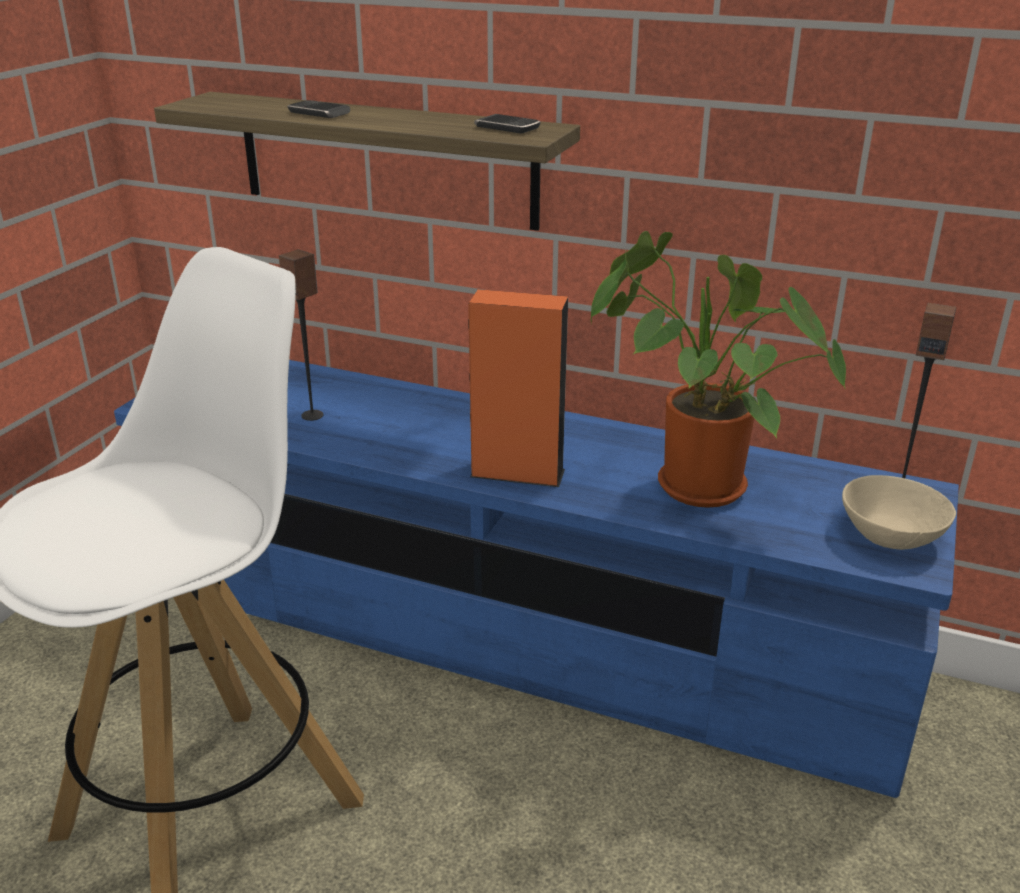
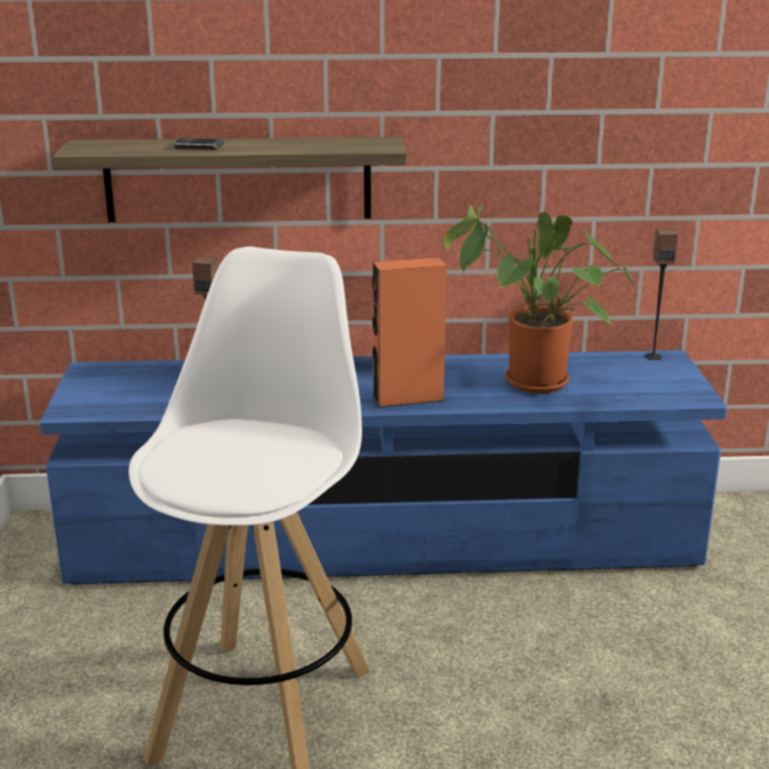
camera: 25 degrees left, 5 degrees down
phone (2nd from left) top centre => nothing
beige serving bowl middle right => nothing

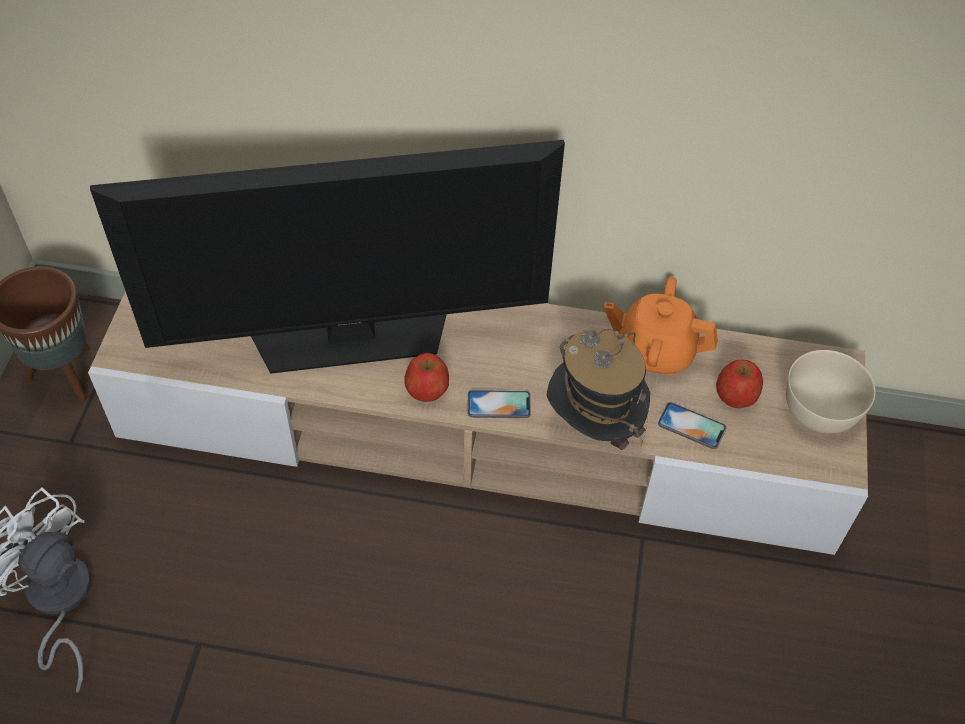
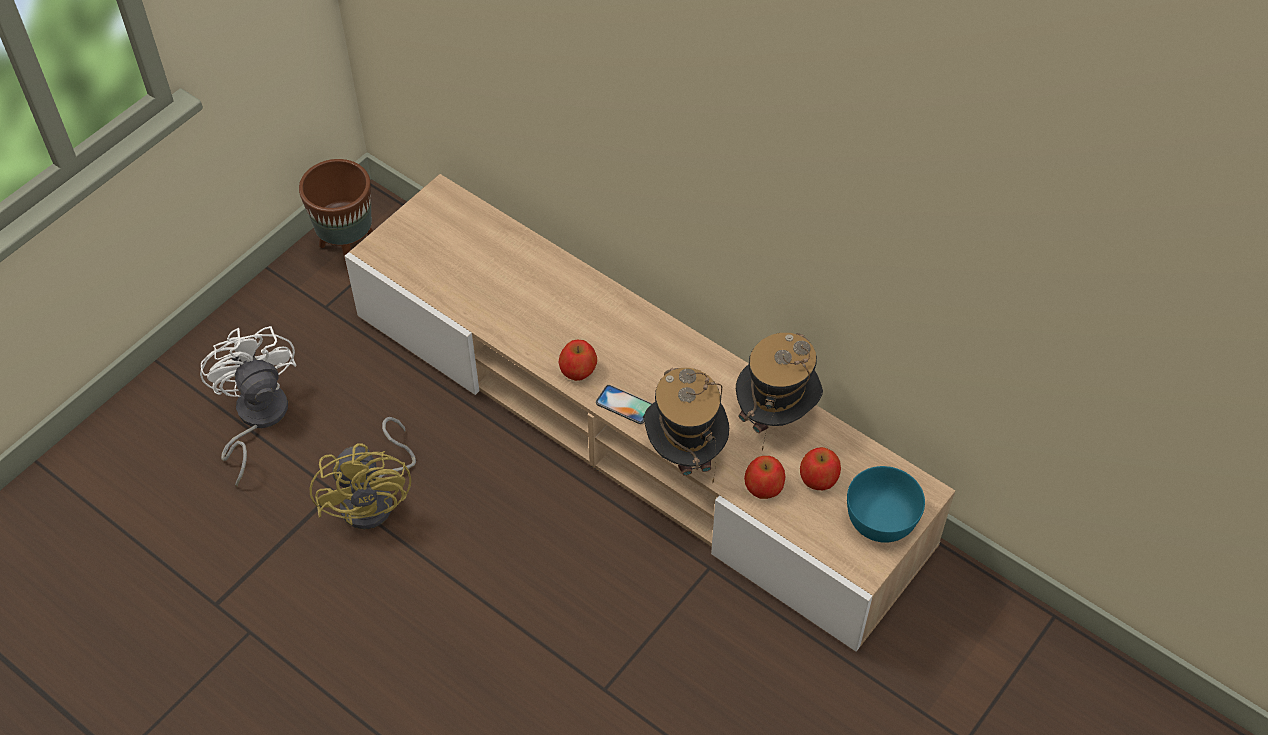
camera: 30 degrees right, 0 degrees up
nothing => yellow cooling fan middle left
orange-coloured tea pot middle right => wearable hat (2nd from left) centre
phone (2nd from left) middle right => apple fruit (2nd from left) centre
beige serving bowl middle right => blue-green serving bowl bottom right
television centre => nothing

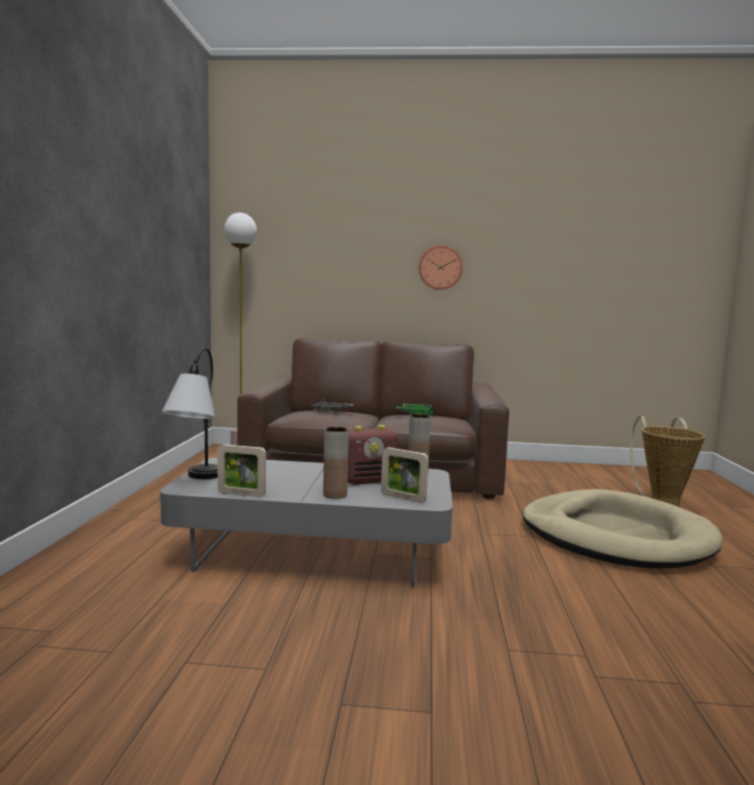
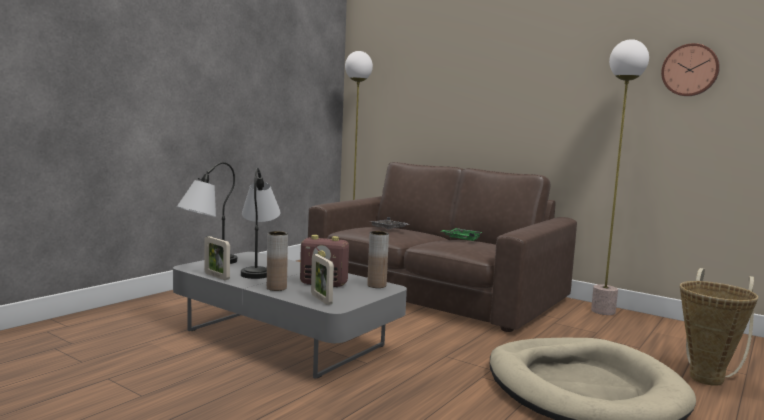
camera: 30 degrees right, 0 degrees up
nothing => tabletop lamp (2nd from left) centre
nothing => standing lamp (2nd from left) middle right
hanging clock centre => hanging clock top right, move

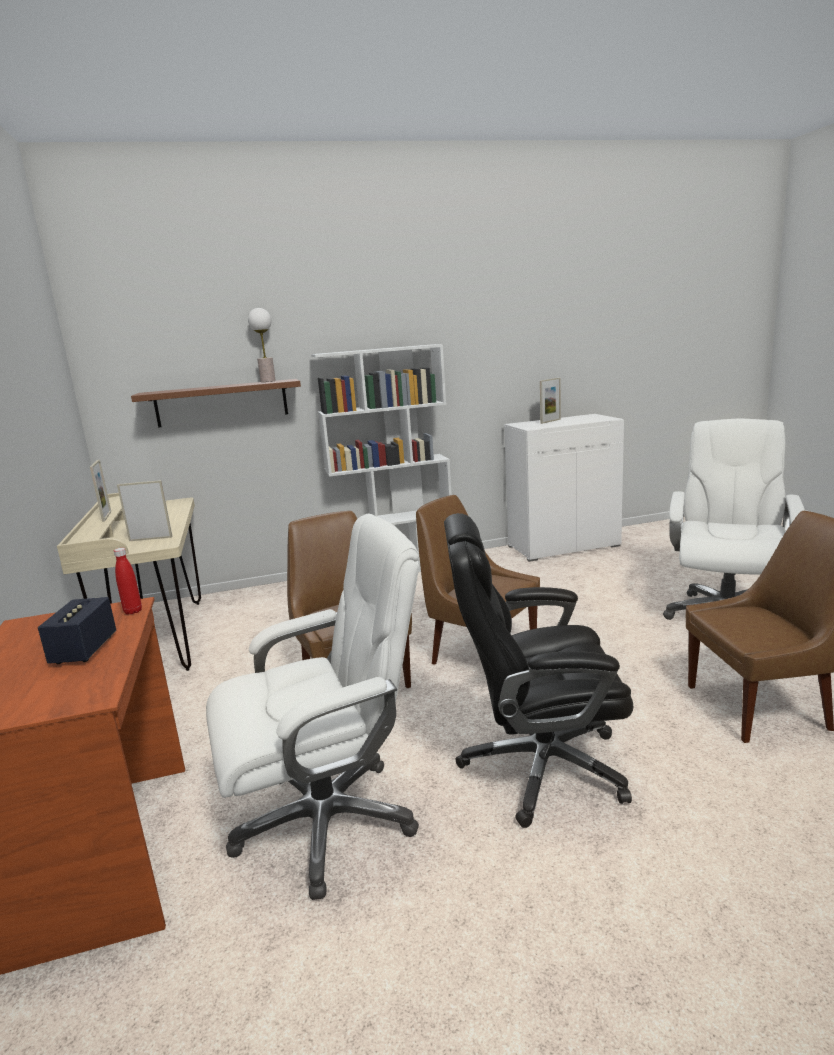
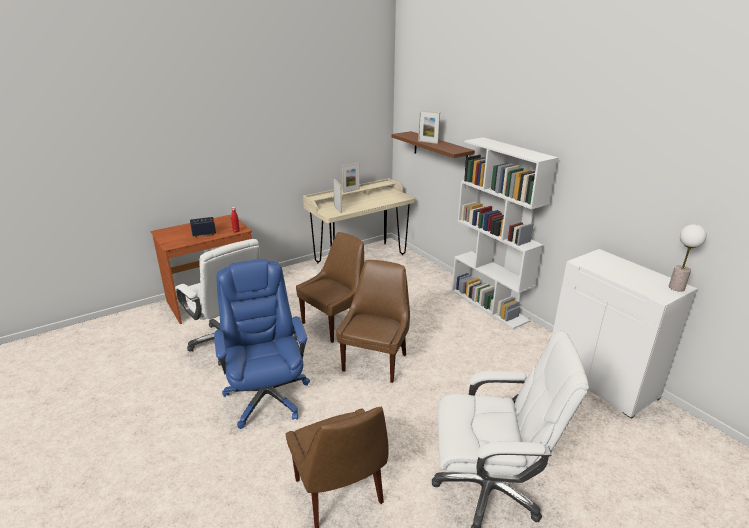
camera: 70 degrees right, 10 degrees up
black office chair centre => blue office chair centre
picture frame (3rd from left) centre => picture frame (3rd from left) top centre, move
tabletop lamp top left => tabletop lamp middle right, move

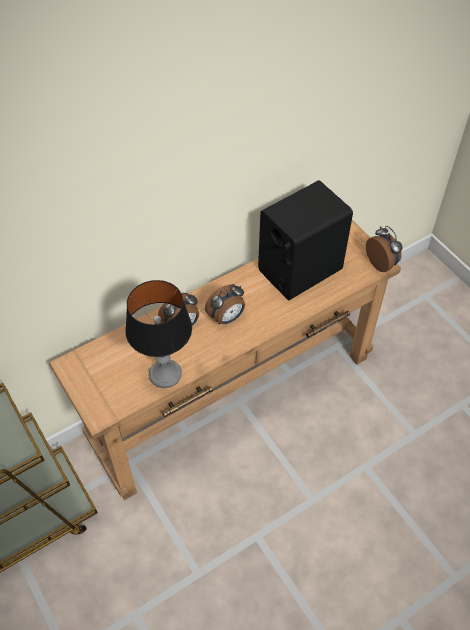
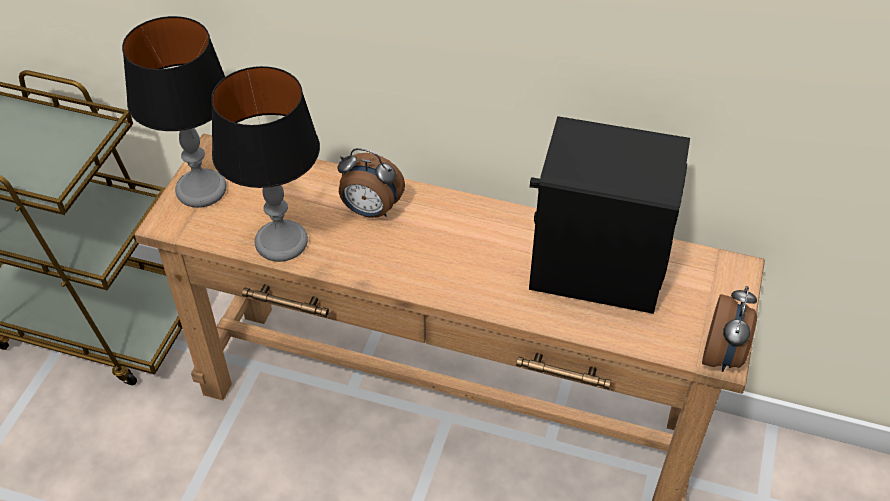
camera: 50 degrees right, 5 degrees down
nothing => tabletop lamp (1st from left) top left
table clock (2nd from left) centre => nothing

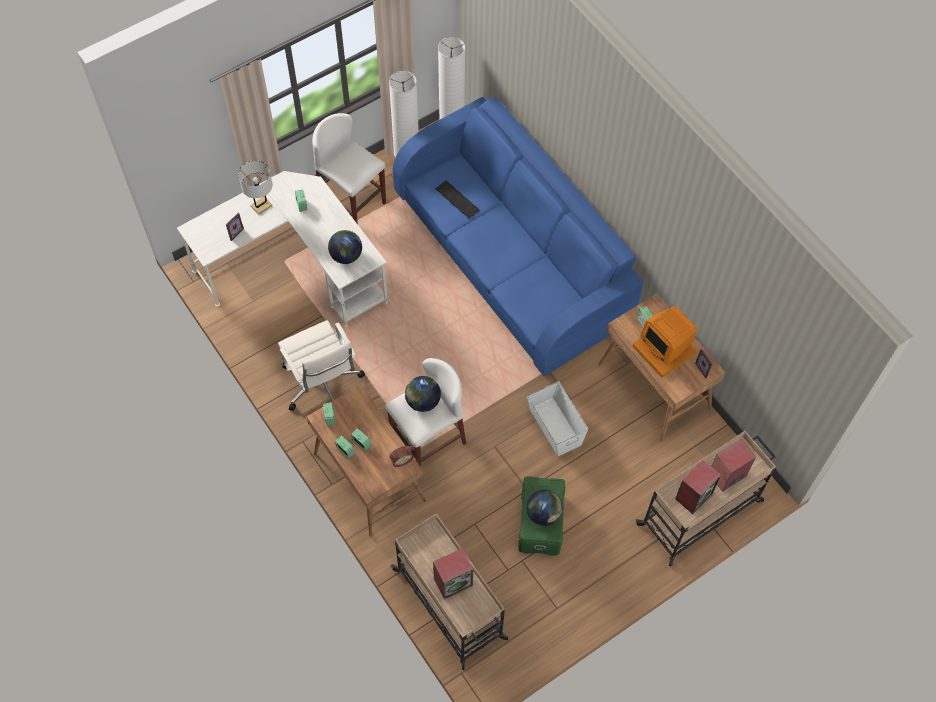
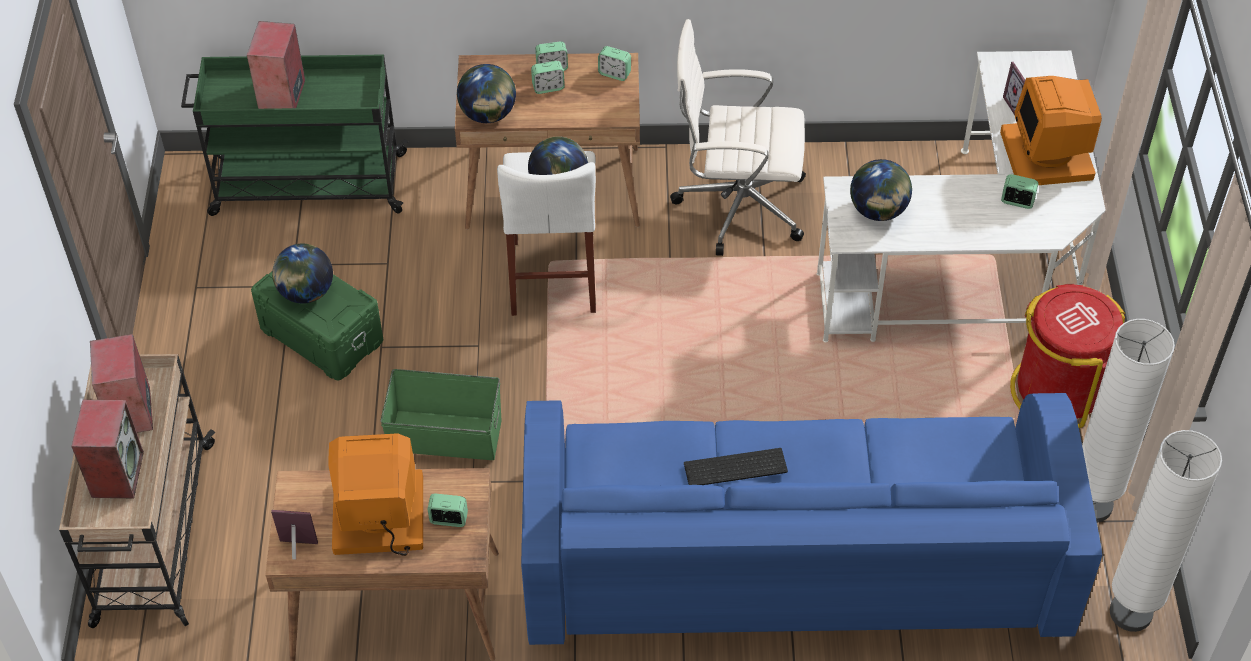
camera: 125 degrees right, 10 degrees down
beige wheeled cart (1st from left) bottom centre => green-coloured wheeled cart top left
white-coloured storage container centre => green-coloured storage container (2nd from left) centre
table clock (5th from left) centre => globe (2nd from left) top centre
PC keyboard top centre => PC keyboard bottom centre, move
white-coloured tabletop lamp top left => monitor (2nd from left) top right
white-coloured stool seat (1st from left) top centre => red trash can middle right

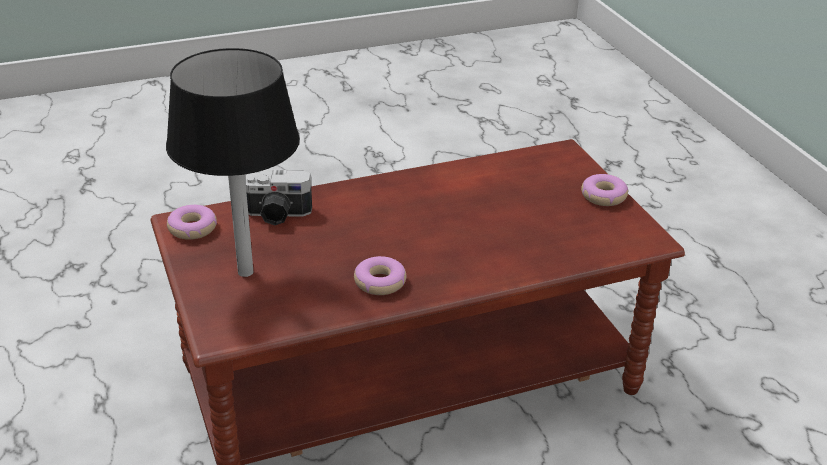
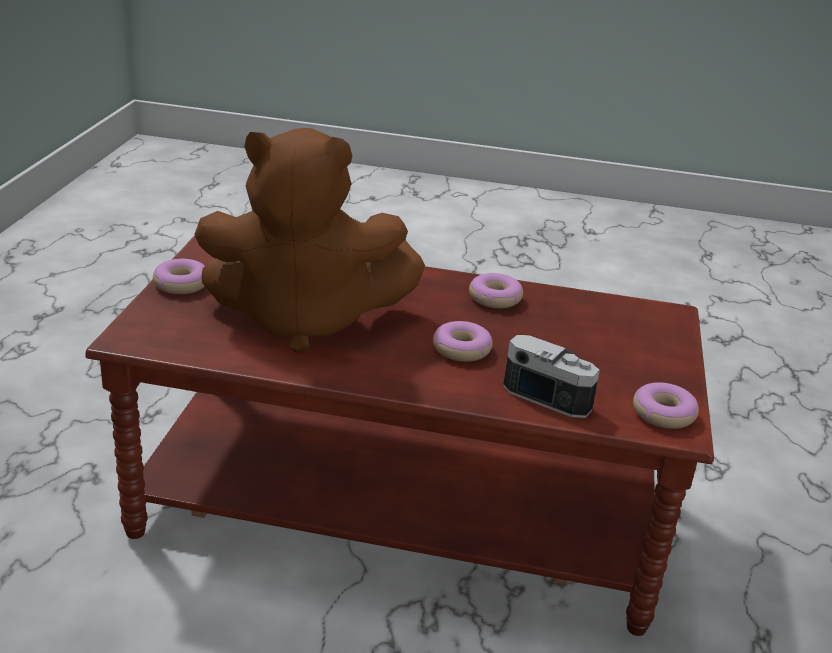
camera: 150 degrees left, 5 degrees down
nothing => brown soft toy centre
nothing => donut (2nd from left) centre
black tabletop lamp middle left => nothing

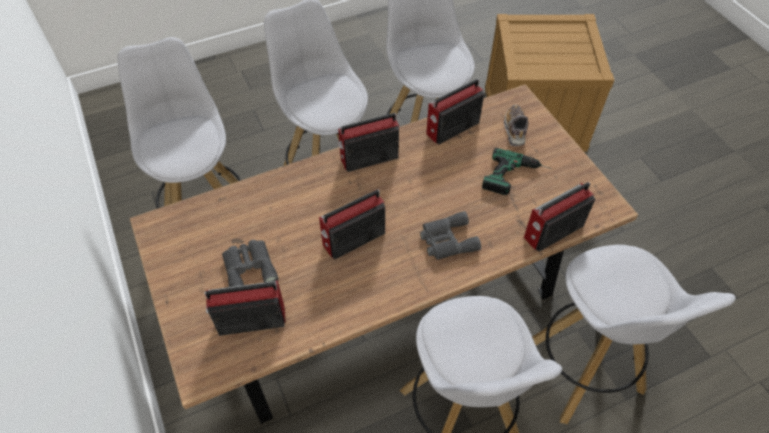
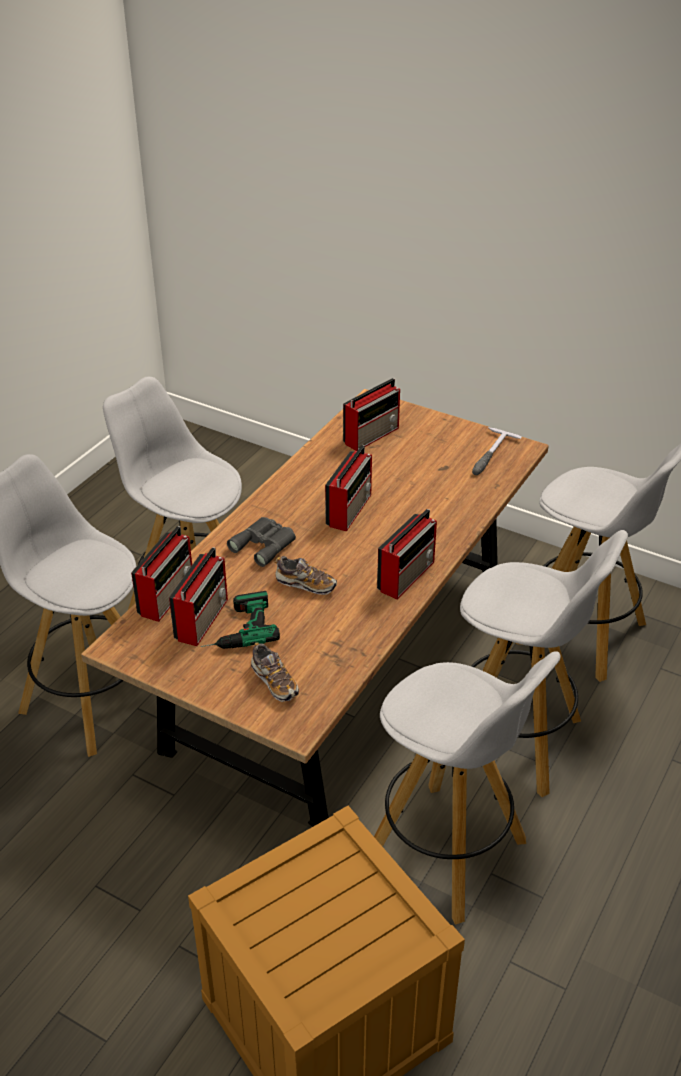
camera: 145 degrees right, 15 degrees down
radio receiver (4th from left in the first image) top centre => radio receiver (2nd from left) middle left, move
nothing => item of footwear (2nd from left) centre
nothing => hammer middle right
grey binoculars (1st from left) middle left => nothing

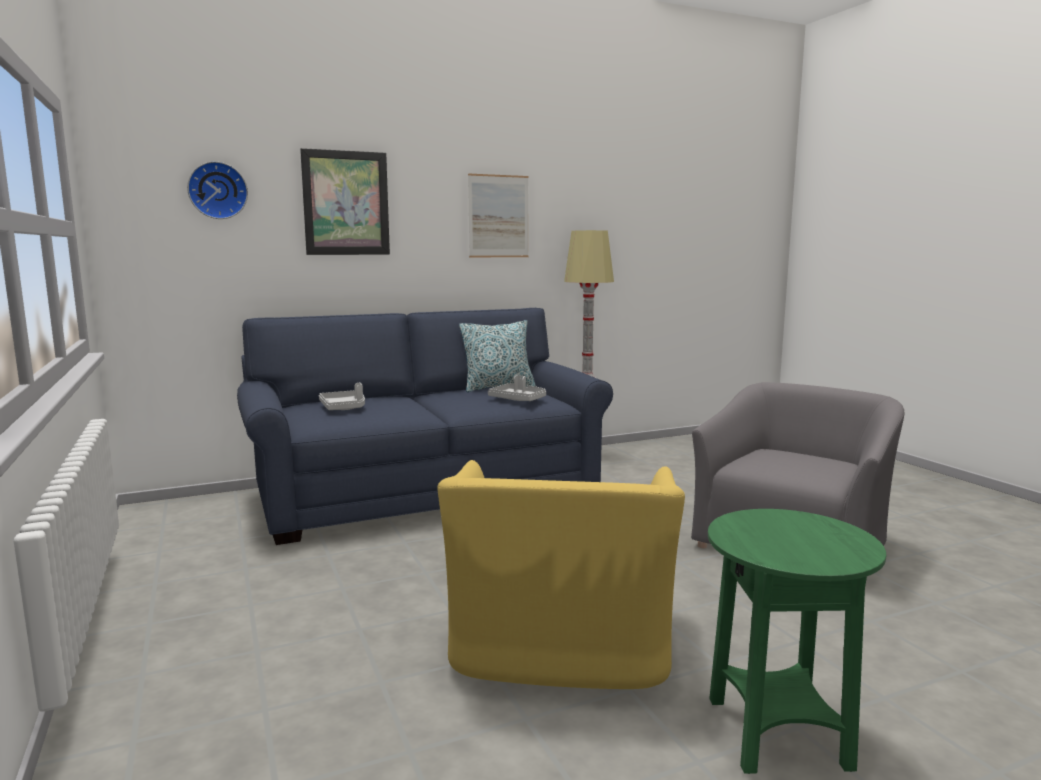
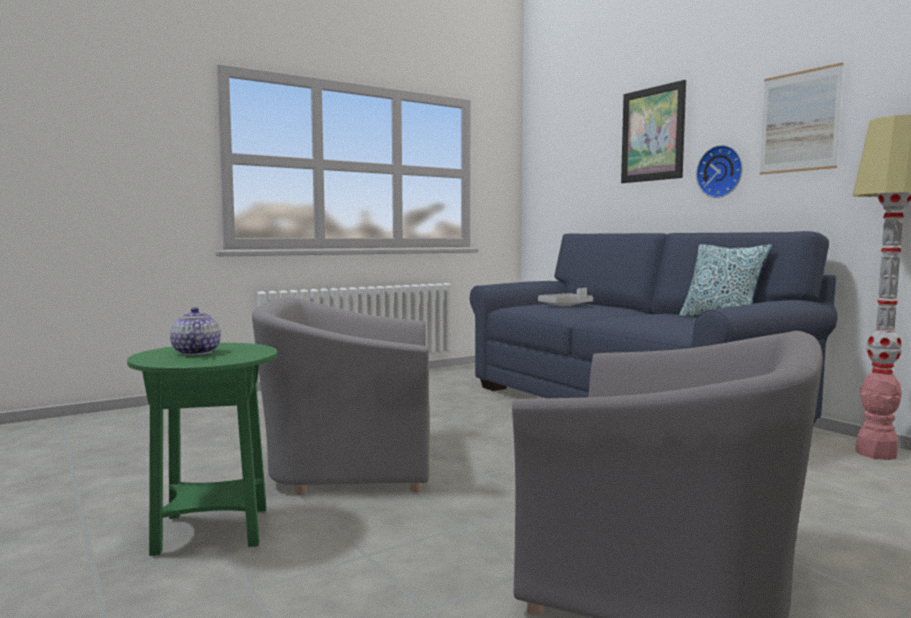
camera: 80 degrees right, 5 degrees down
nothing => tea pot middle left
yellow lounge chair bottom centre => grey lounge chair (1st from left) centre
hanging clock top left => hanging clock top right, move
grey carrying tray (2nd from left) centre => nothing

